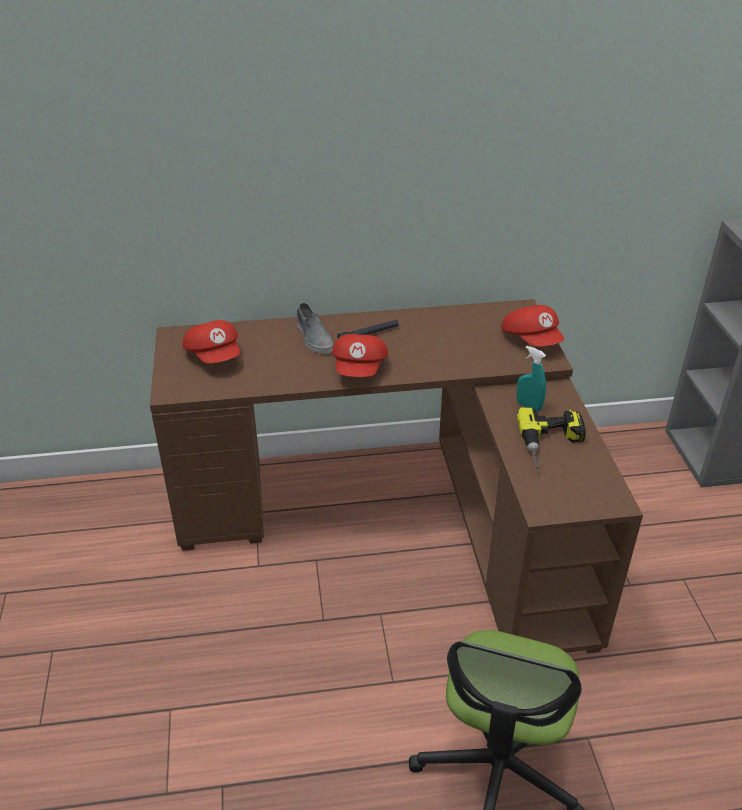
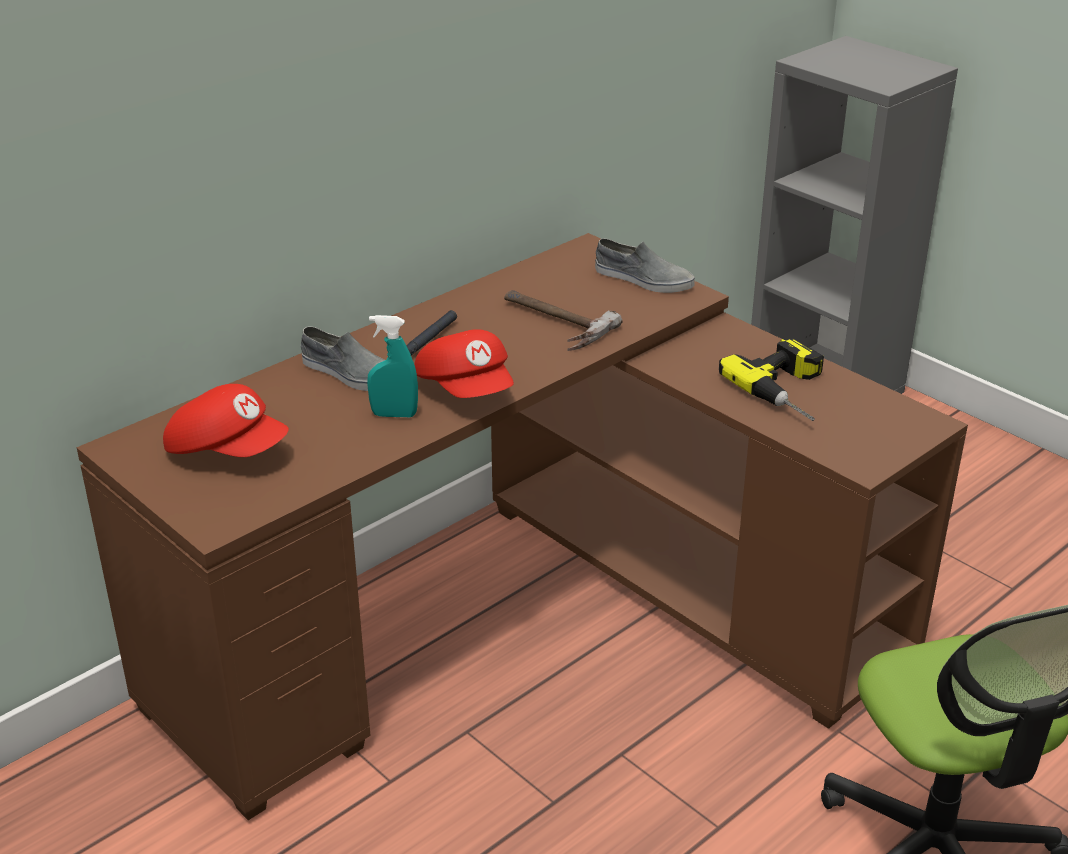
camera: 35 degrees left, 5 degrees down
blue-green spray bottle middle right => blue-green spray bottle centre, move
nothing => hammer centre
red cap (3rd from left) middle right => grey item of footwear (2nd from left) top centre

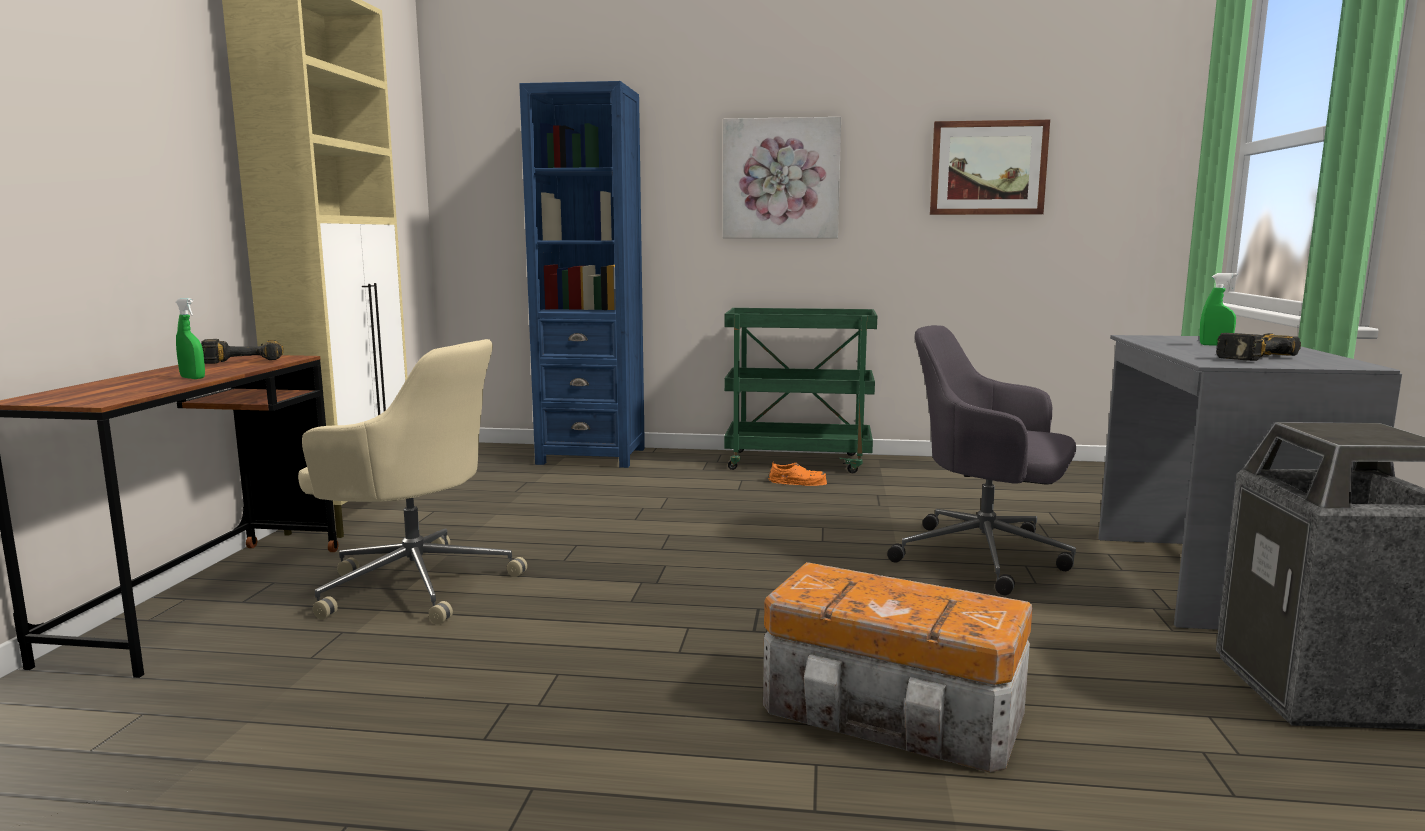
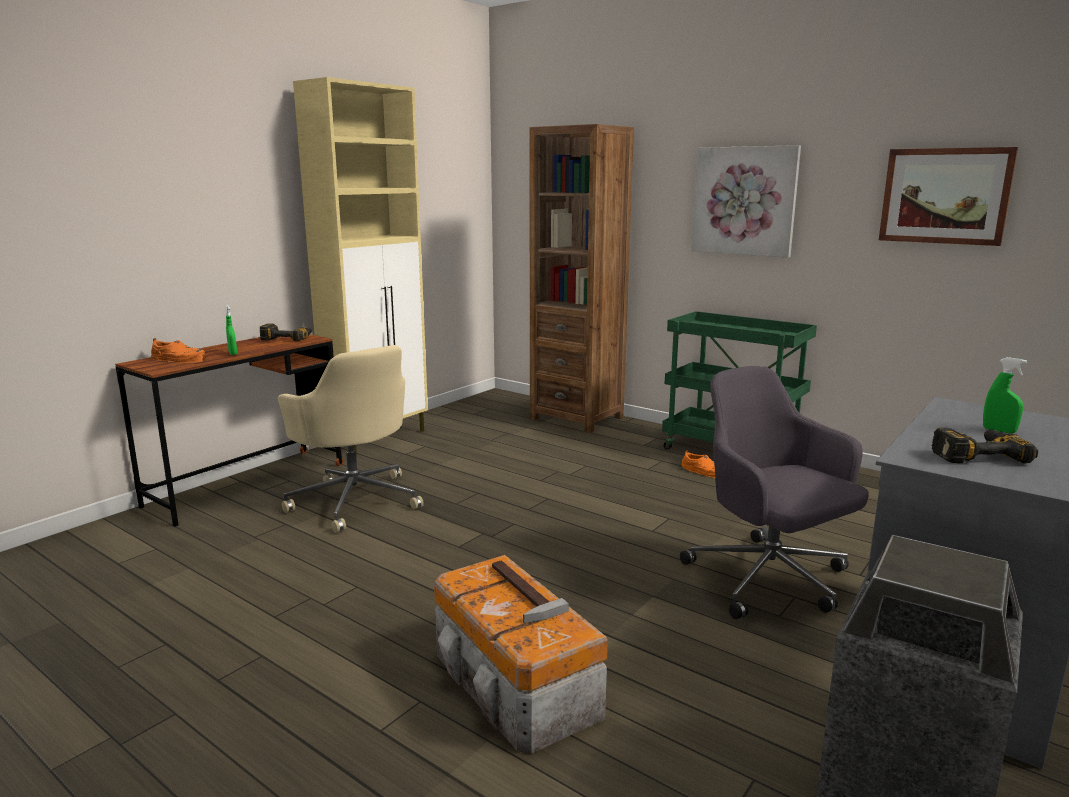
camera: 30 degrees right, 5 degrees up
nothing => orange-coloured item of footwear (1st from left) middle left
nothing => hammer bottom centre
blue bookcase top centre => brown bookcase centre

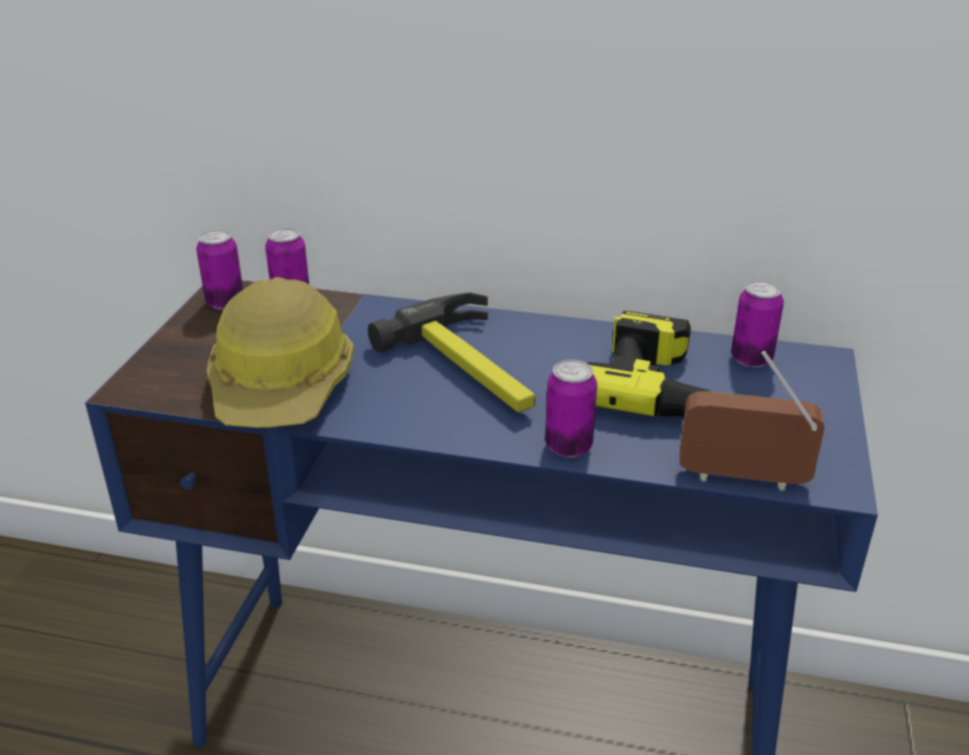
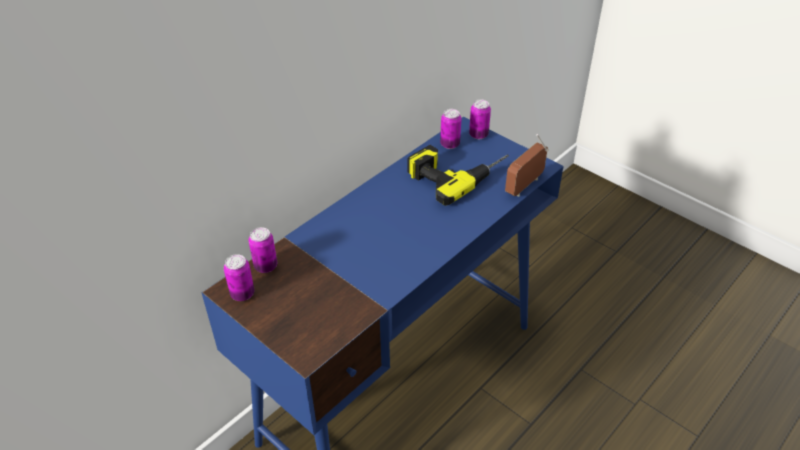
camera: 60 degrees left, 10 degrees up
sealed can (3rd from left in the first image) centre => sealed can (4th from left) top centre, move
work helmet middle left => nothing
hammer centre => nothing

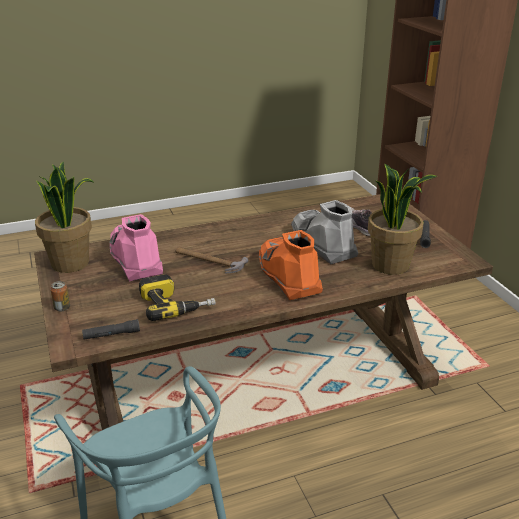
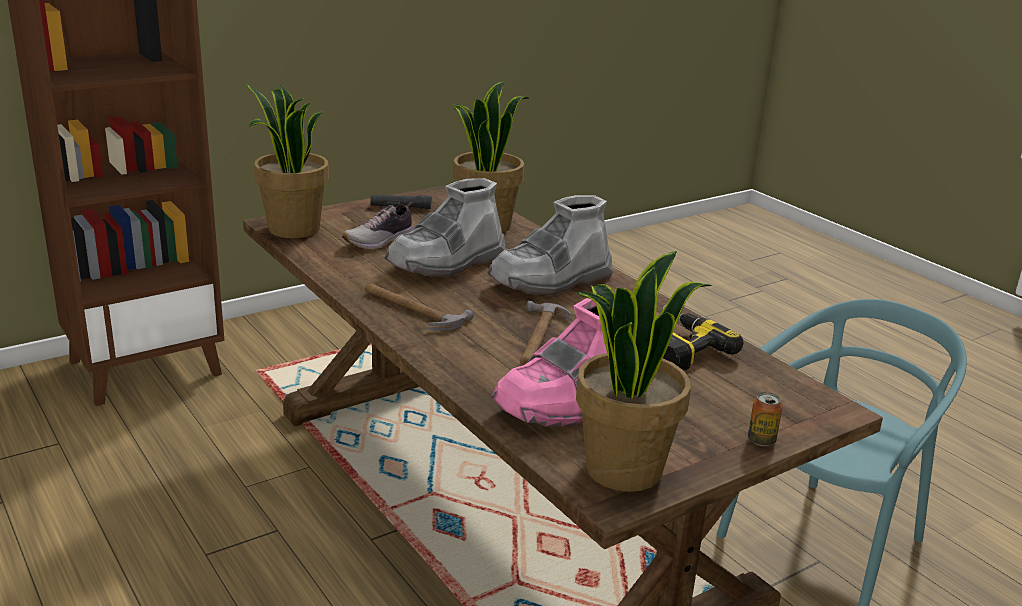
camera: 105 degrees left, 5 degrees down
nothing => plant in a pot (1st from left) top left
nothing => hammer (1st from left) centre
orange-coloured high-top boot centre => grey high-top boot (2nd from left) centre
black torch (1st from left) middle left => nothing

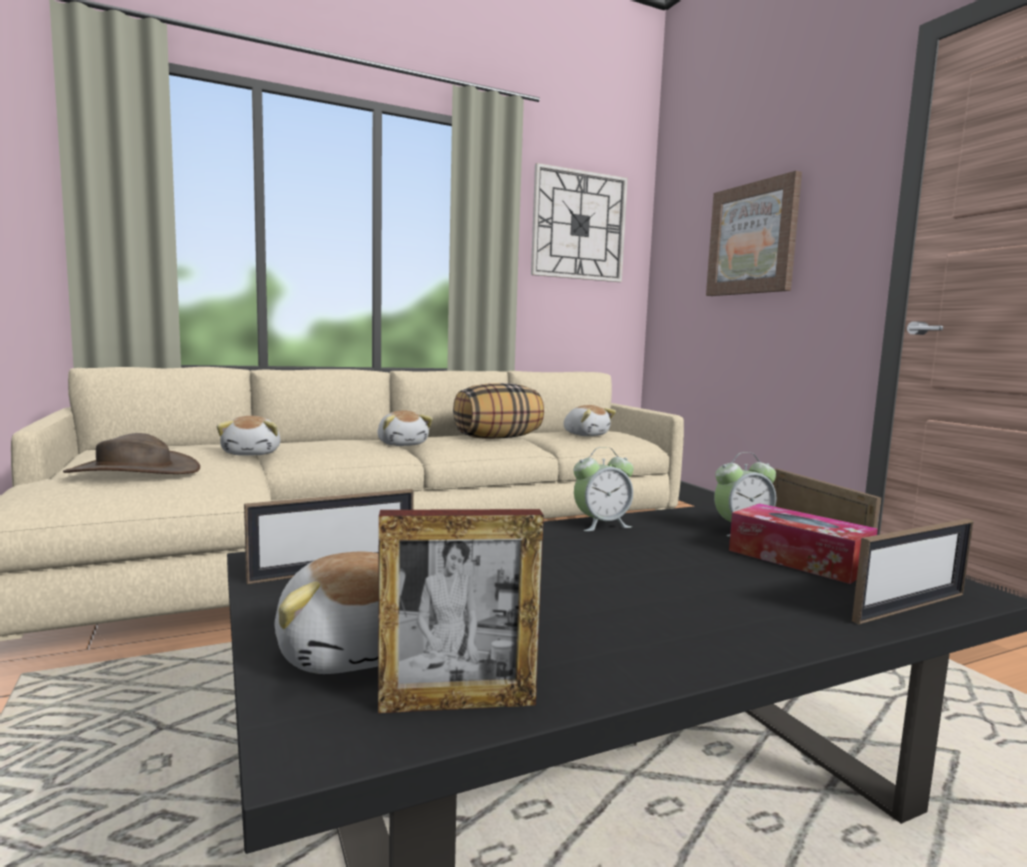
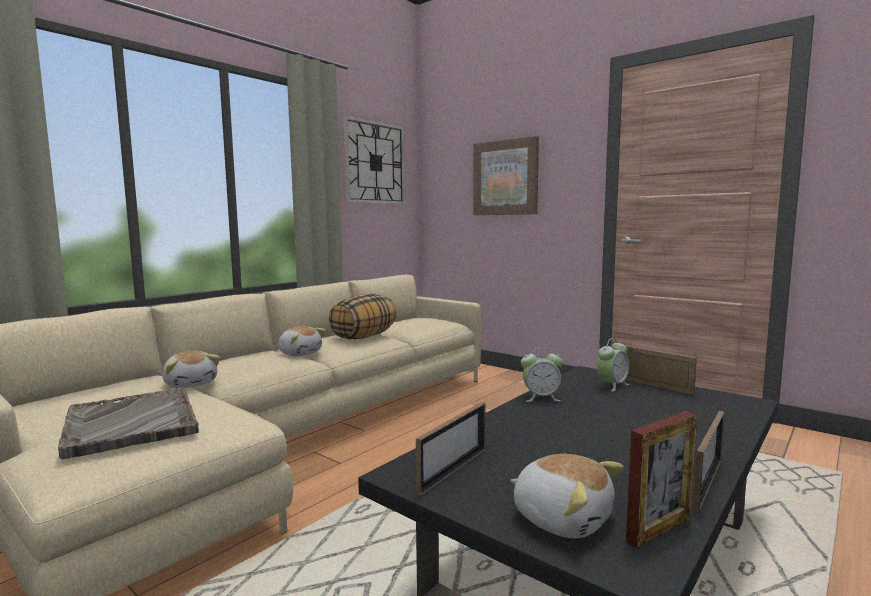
camera: 25 degrees left, 0 degrees up
brown wearable hat middle left => grey carrying tray bottom left
table clock (1st from left) centre, 45 degrees clockwise
picture frame (4th from left) middle right => picture frame (4th from left) bottom right, move
soft toy (4th from left) centre => nothing
tissue holder middle right => nothing

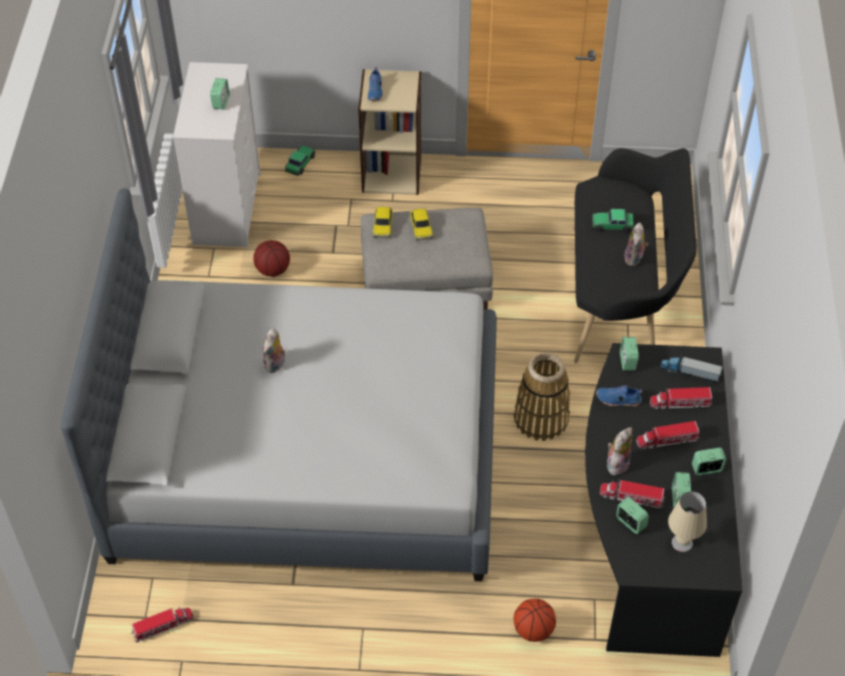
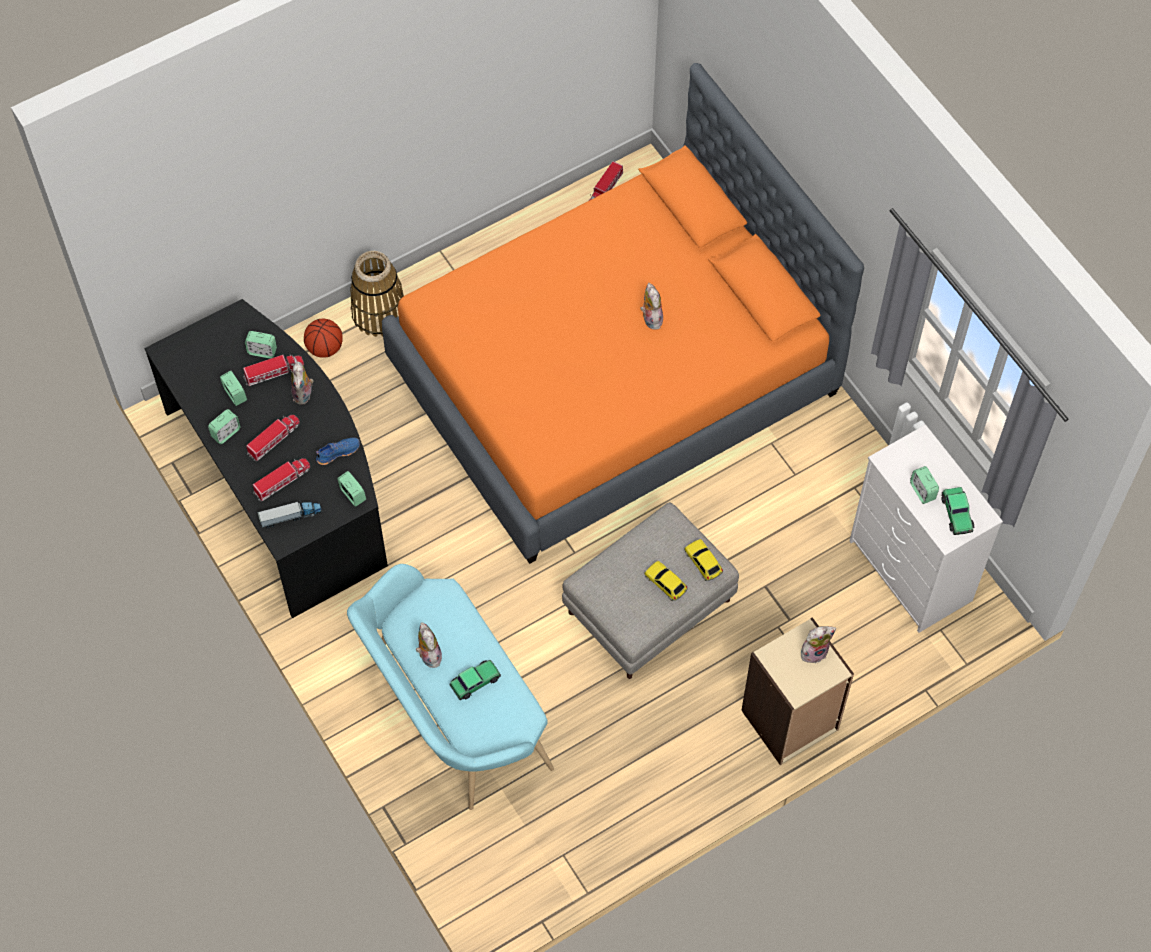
camera: 145 degrees right, 10 degrees up
black bench middle right => blue-green bench bottom centre
basket centre => basket top left, move
grey bedroom bed middle left => orange-coloured bedroom bed top centre
blue item of footwear (1st from left) top centre => soft toy (4th from left) bottom right
model car (1st from left in the first image) top centre => model car (4th from left) middle right, move
basketball ball (1st from left) middle left => nothing
beige tabletop lamp bottom right => nothing

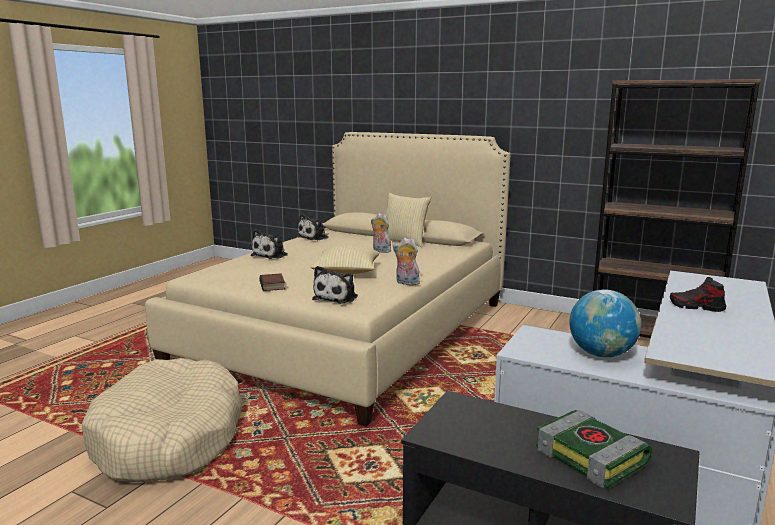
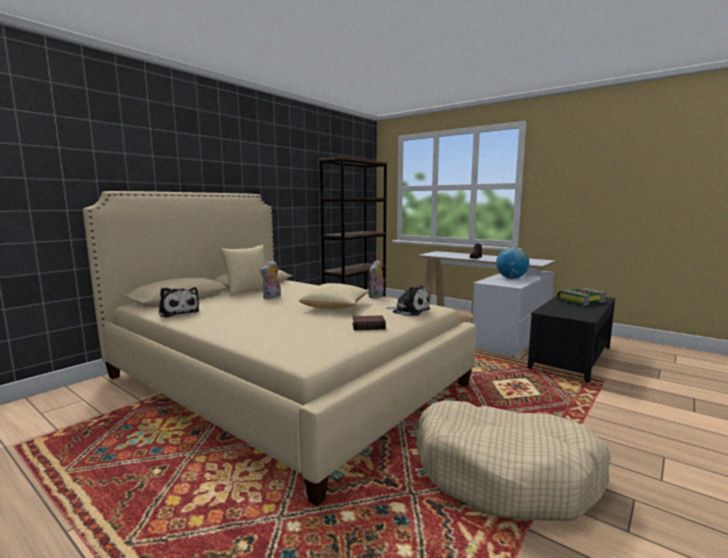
camera: 80 degrees left, 5 degrees down
soft toy (1st from left) centre => nothing

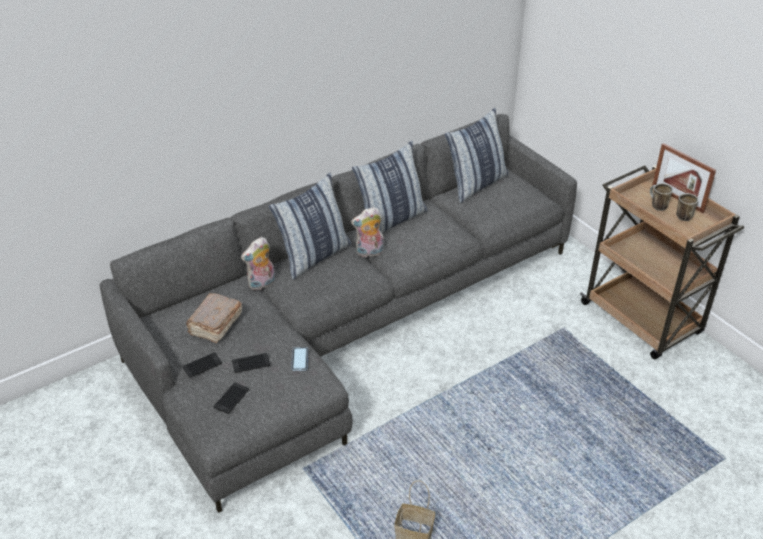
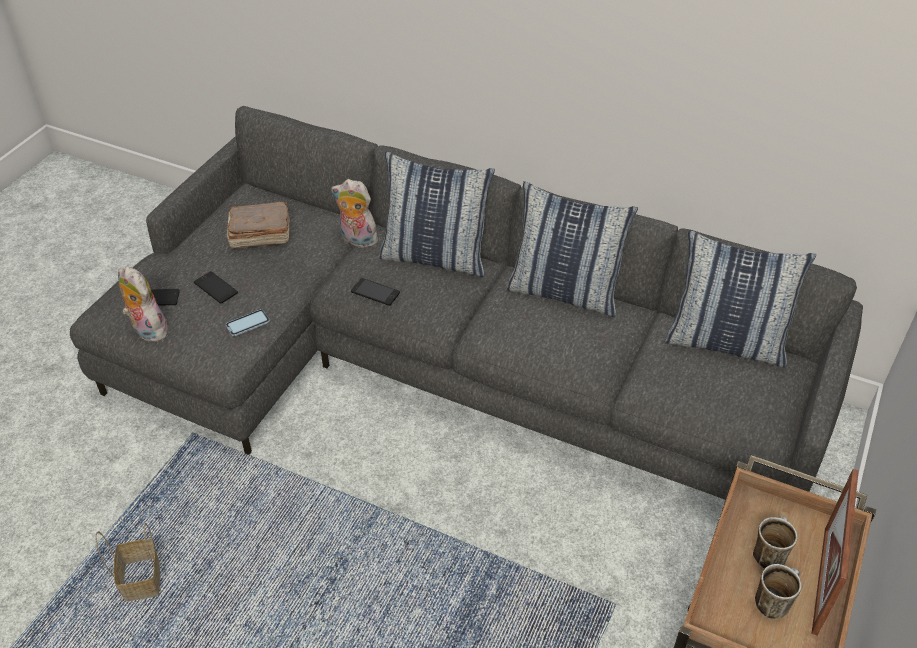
camera: 60 degrees right, 5 degrees up
soft toy (2nd from left in the first image) centre => soft toy (1st from left) middle left, move
phone (1st from left in the first image) bottom left => phone (4th from left) centre, move

